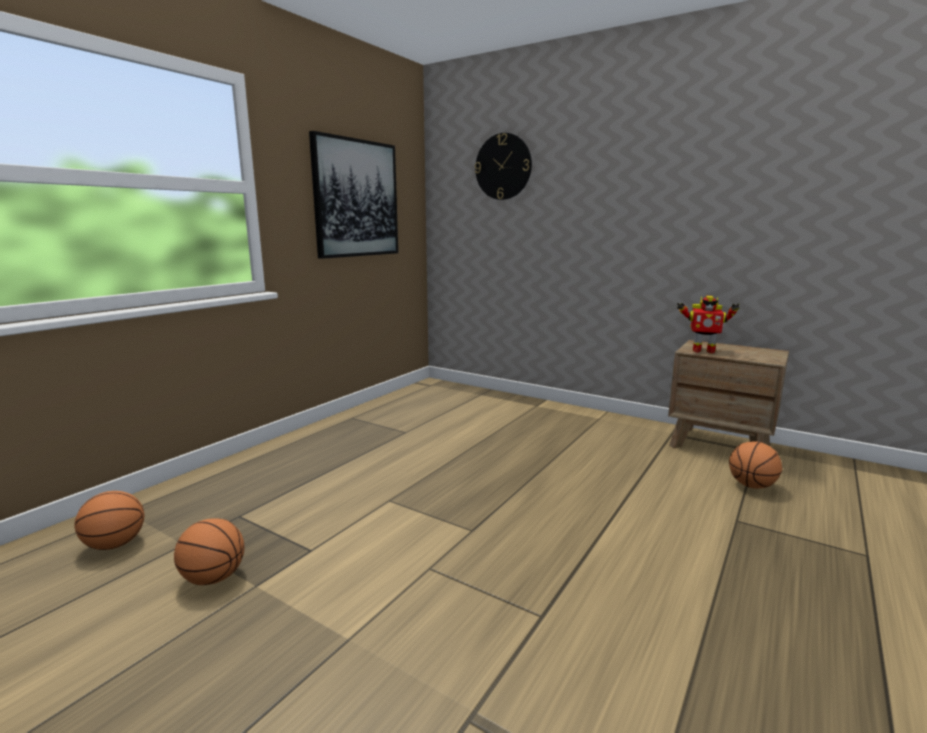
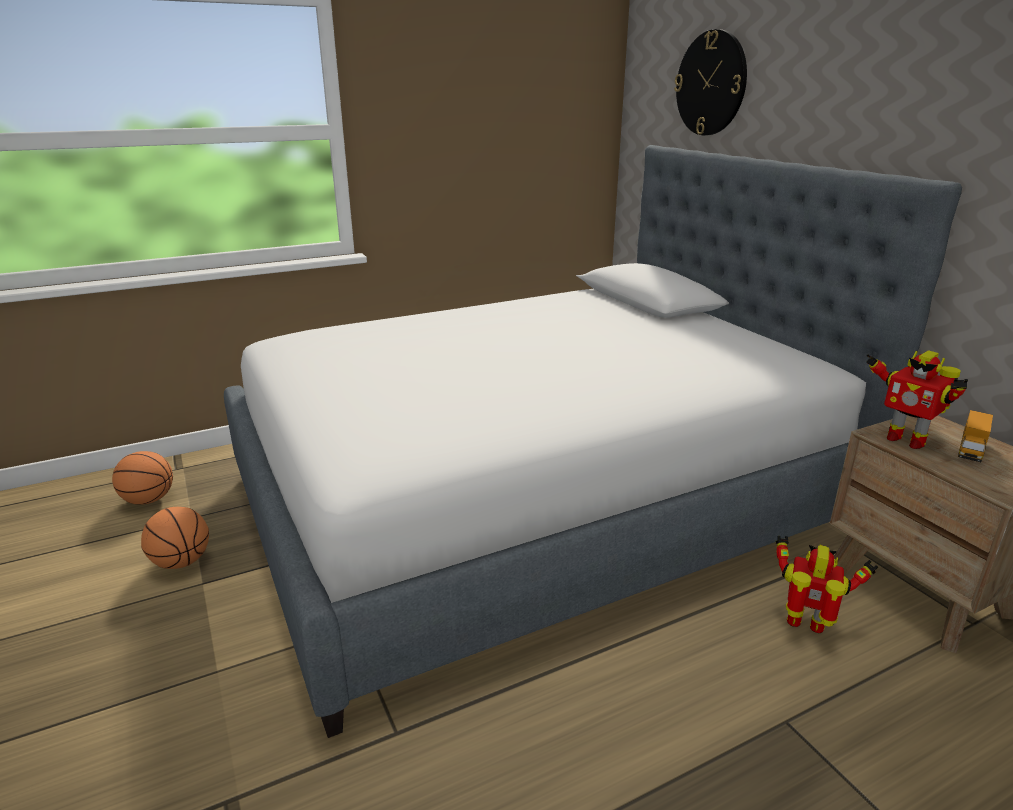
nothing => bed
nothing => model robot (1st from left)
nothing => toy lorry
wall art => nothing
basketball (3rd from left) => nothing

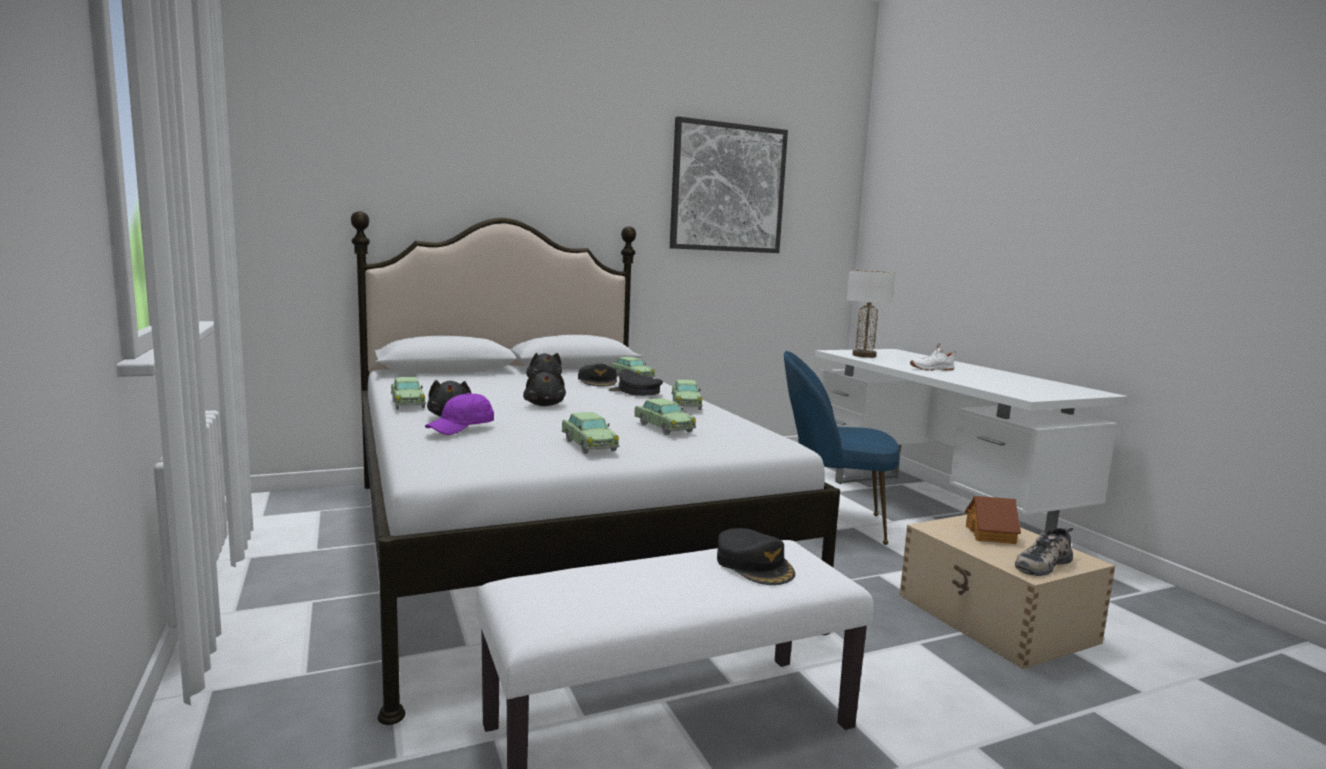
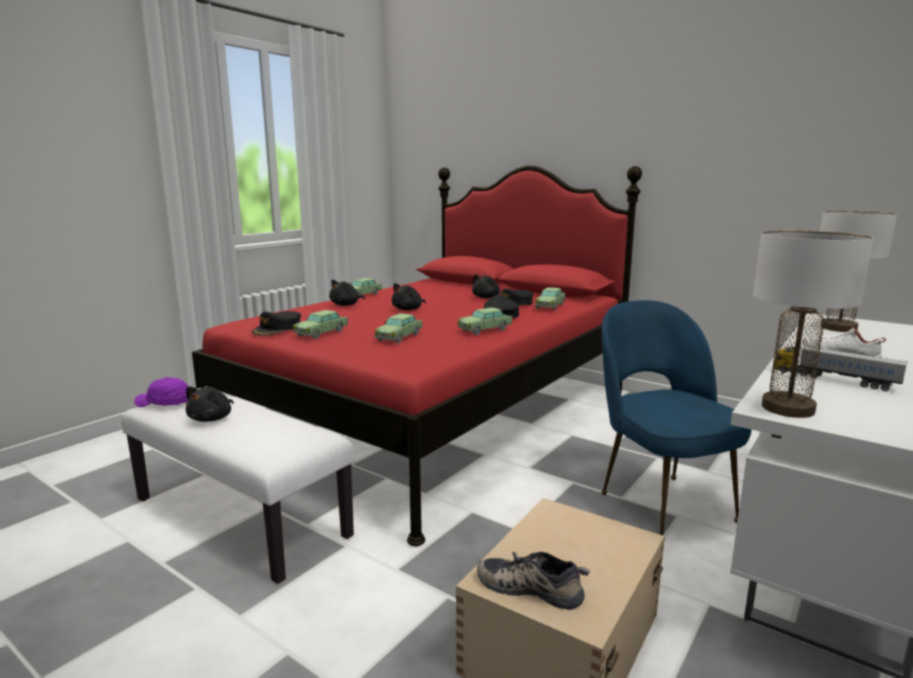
purplish baseball cap, move
nothing => black cuddly toy (1st from left)
white-coloured bed => red bed
black baseball cap (3rd from left in the first image) => black baseball cap (1st from left), move
nothing => lamp for a table (1st from left)
nothing => toy lorry
wall art => nothing
model house => nothing

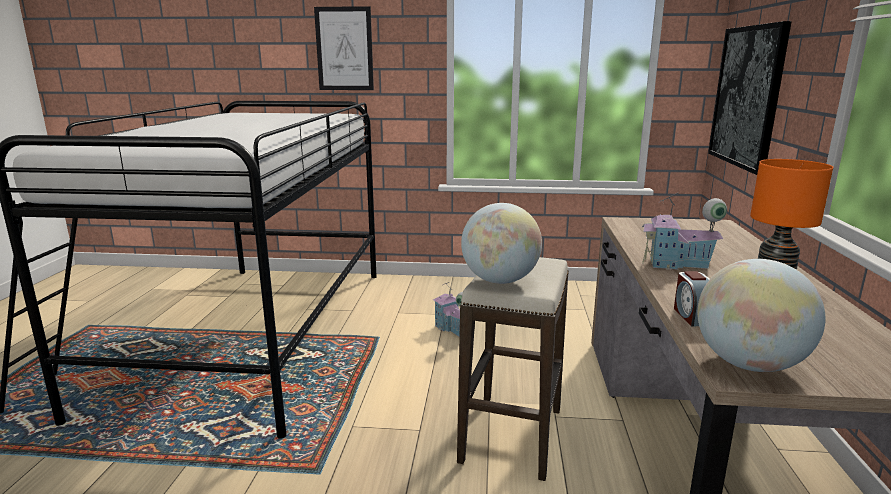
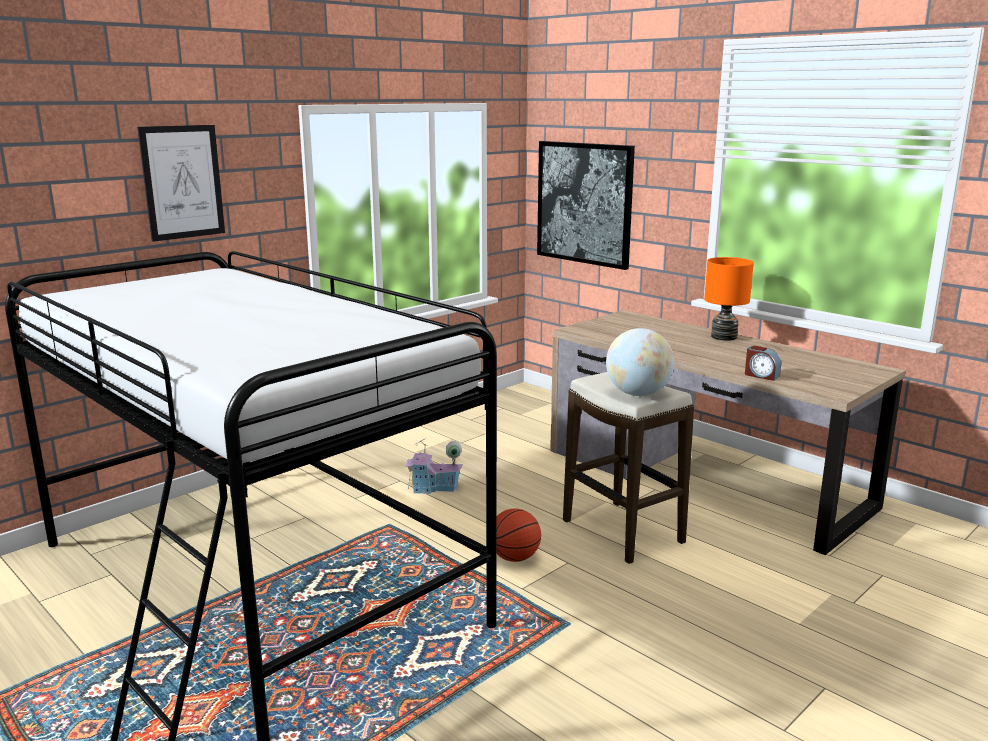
nothing => basketball
model house (2nd from left) => nothing
desk globe (2nd from left) => nothing

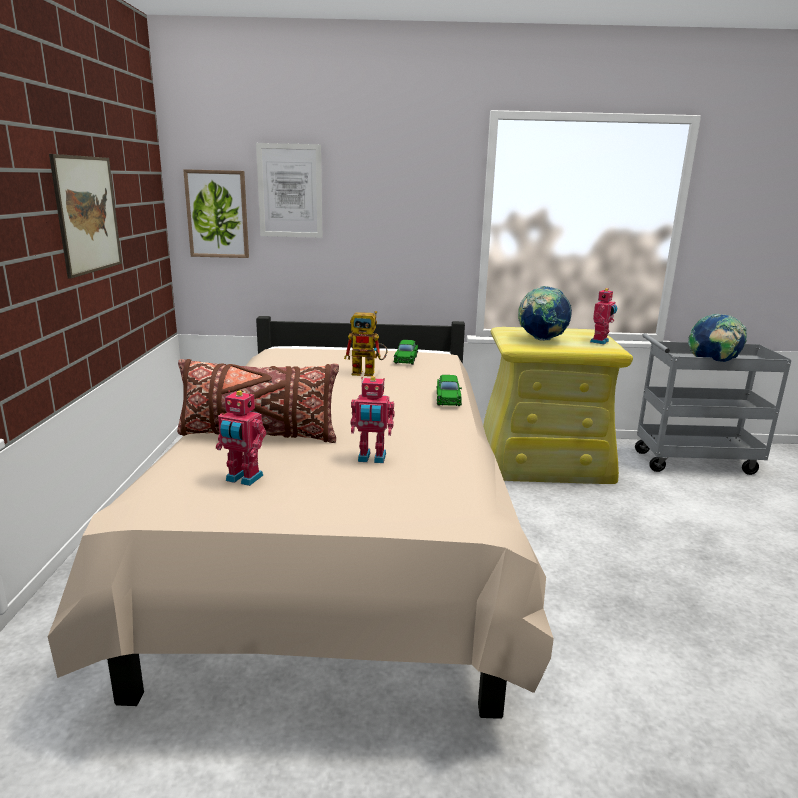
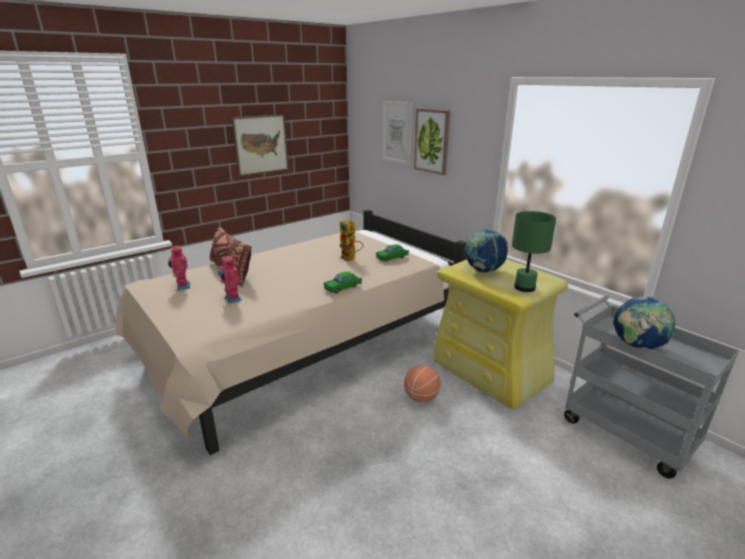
nothing => basketball
wall art (2nd from left in the first image) => wall art (3rd from left), move
model robot (4th from left) => green-coloured lamp for a table

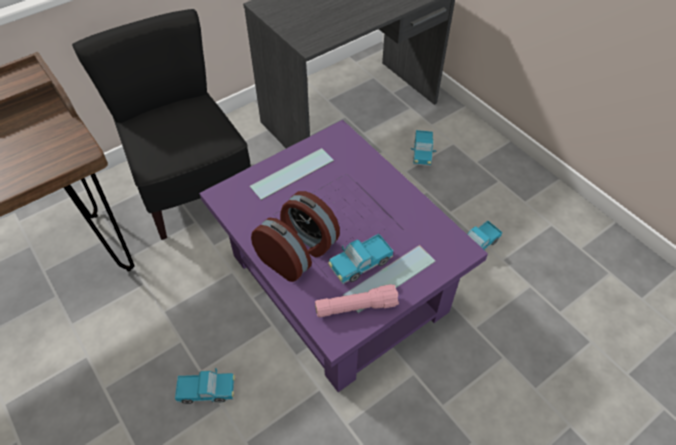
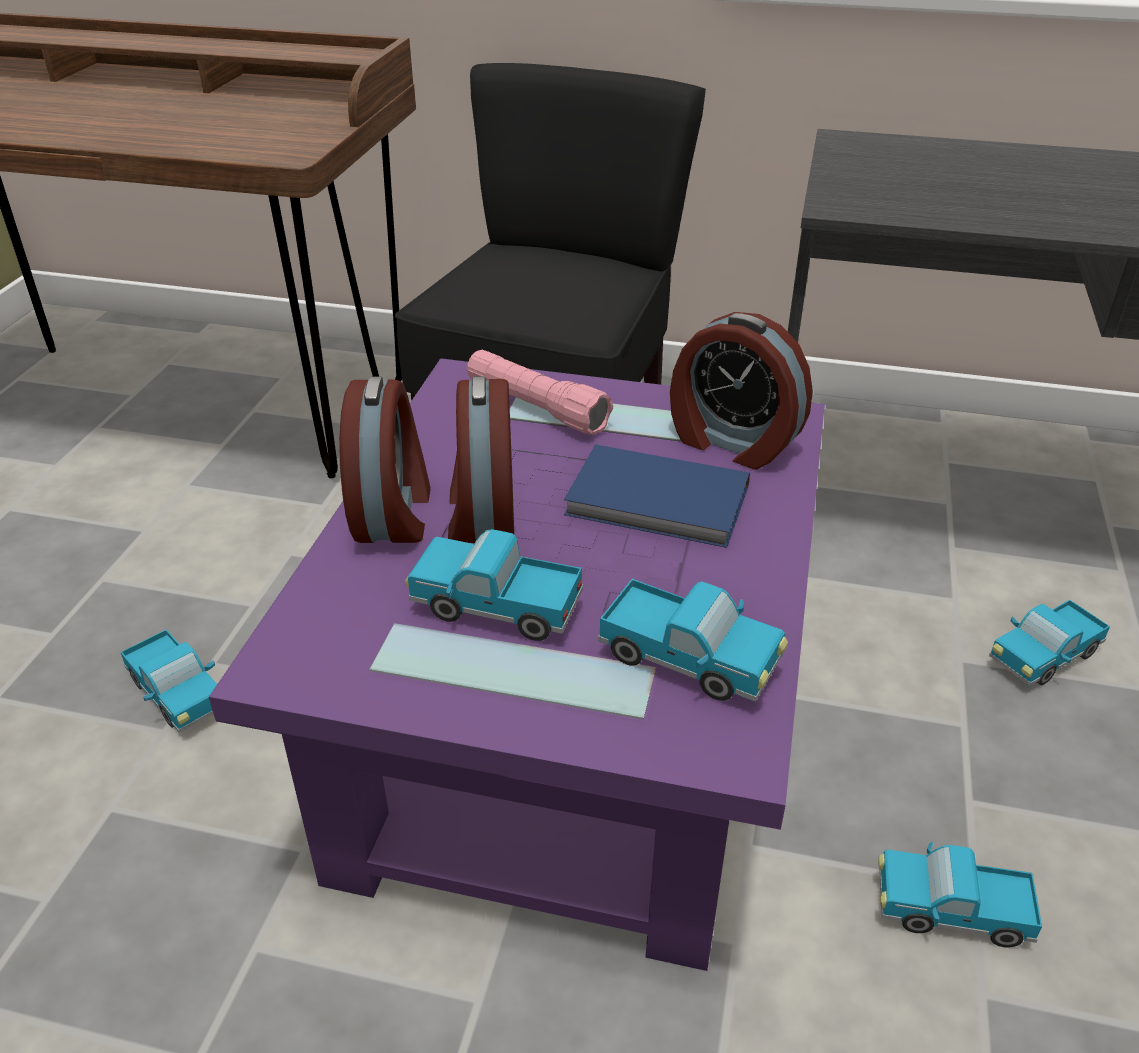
pink hand torch, move
nothing => blue volume
nothing => toy lorry (3rd from left)
nothing => bedside clock (3rd from left)

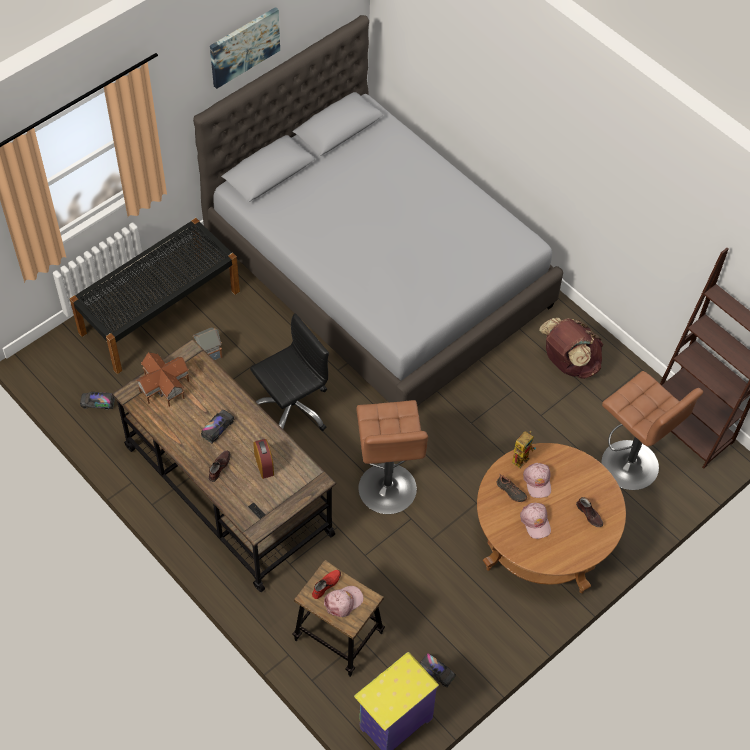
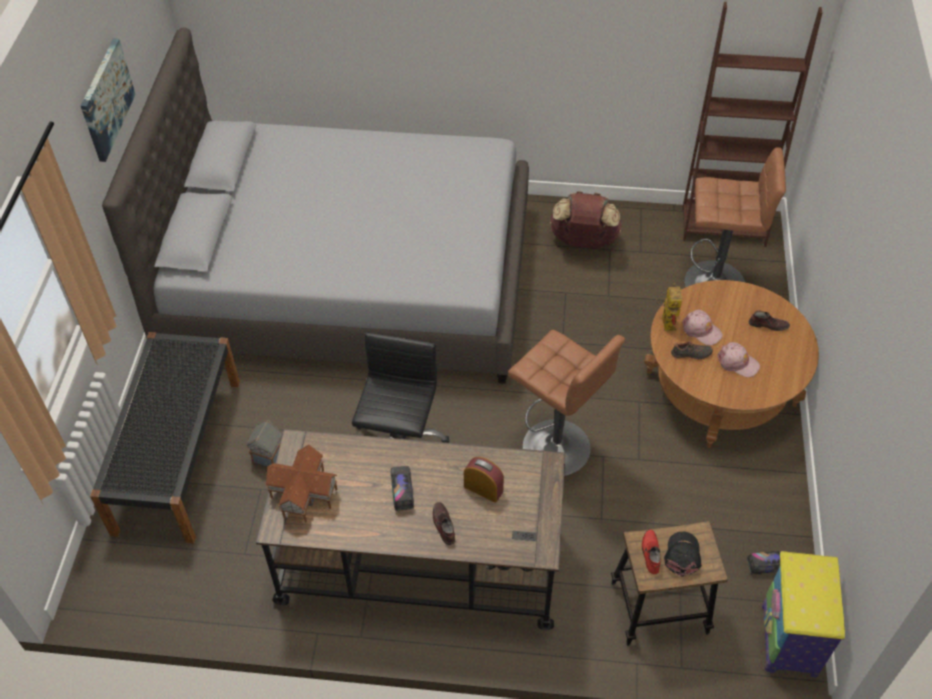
pink baseball cap (1st from left) => black baseball cap
toy lorry (1st from left) => nothing

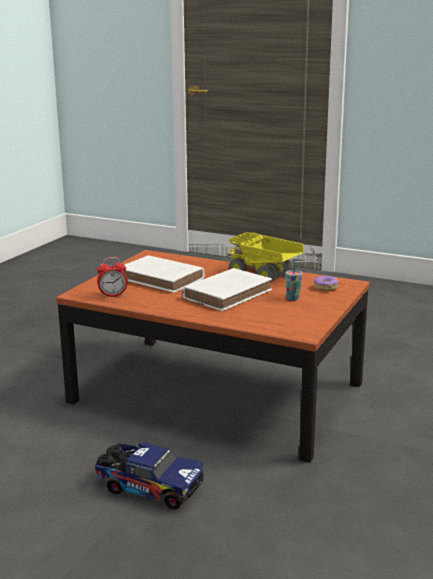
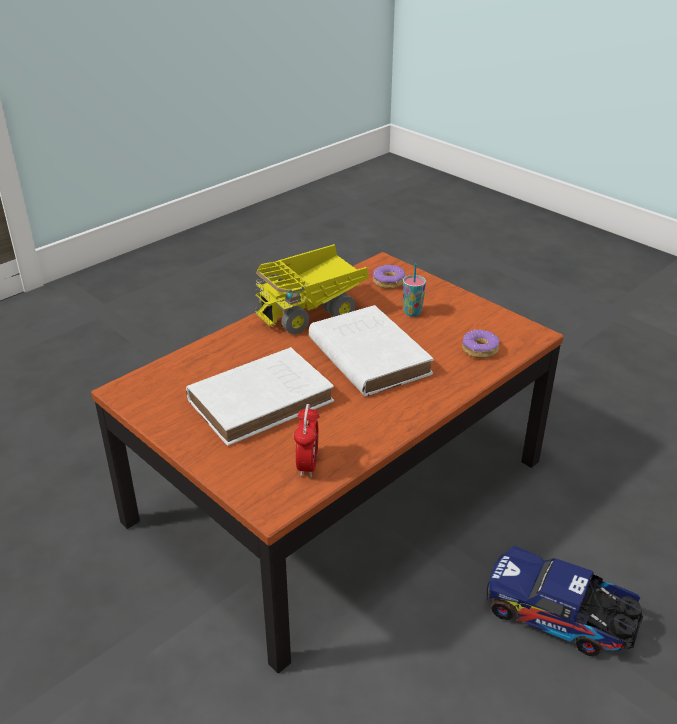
nothing => donut (2nd from left)
toy lorry (1st from left in the first image) => toy lorry (2nd from left), 105 degrees counterclockwise

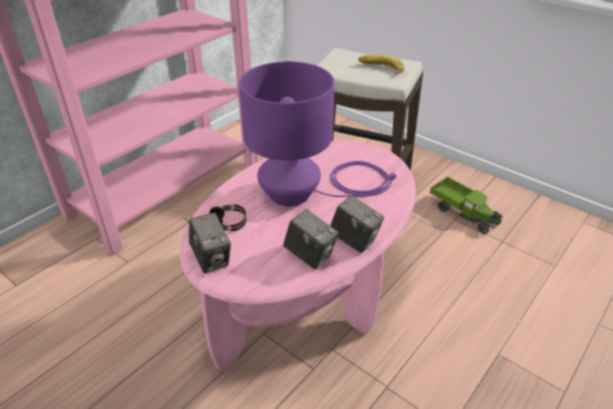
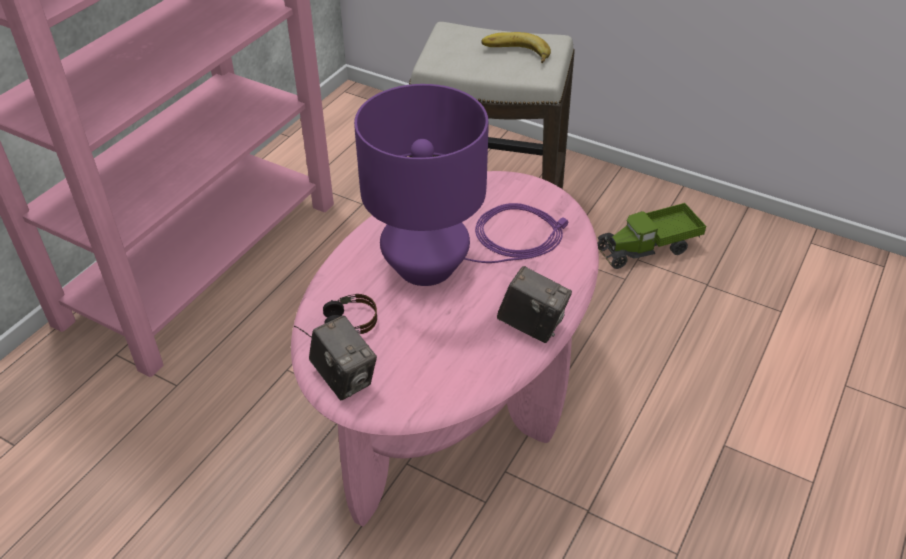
toy lorry, 120 degrees clockwise
still camera (2nd from left) => nothing

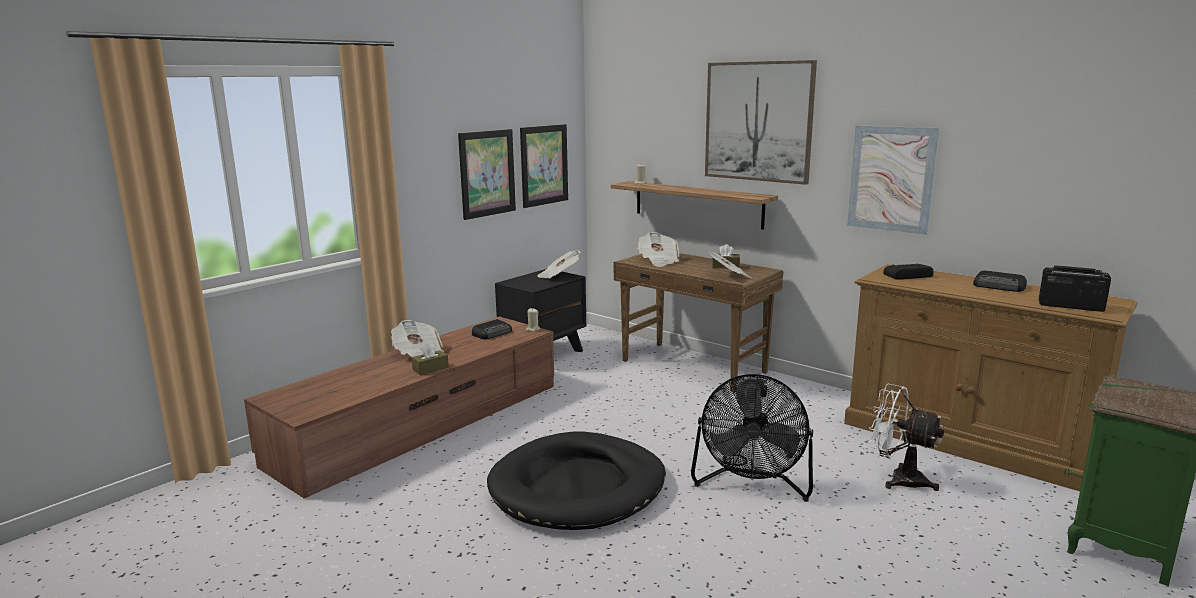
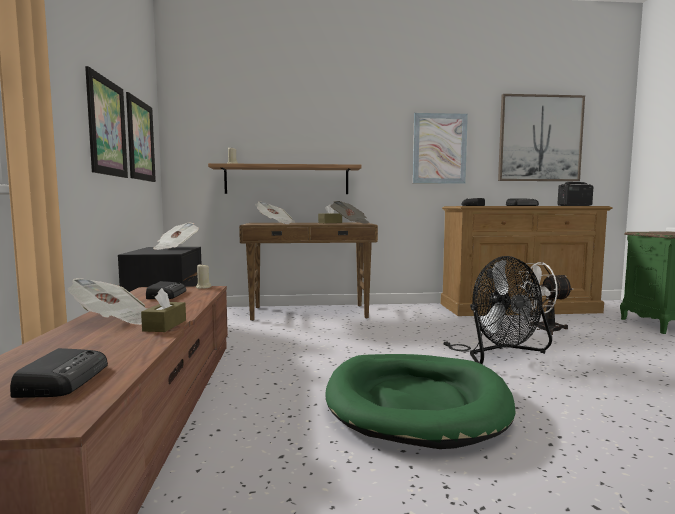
nothing => radio (1st from left)
black dog bed => green-coloured dog bed
wall art (3rd from left in the first image) => wall art (4th from left), move

